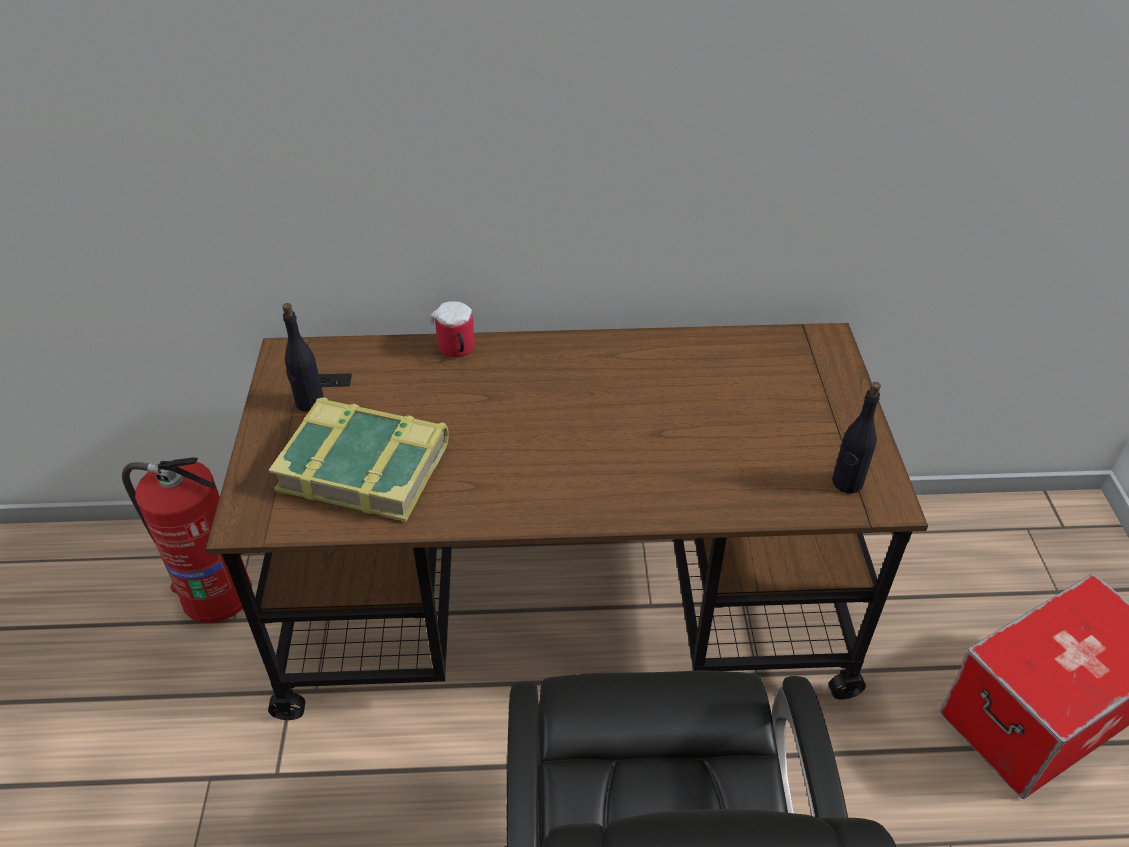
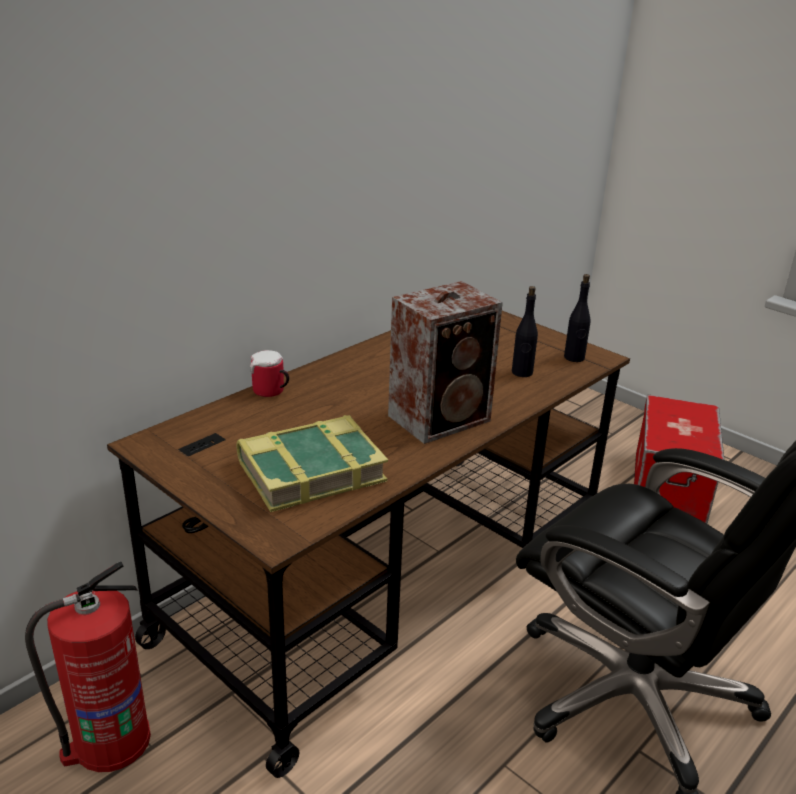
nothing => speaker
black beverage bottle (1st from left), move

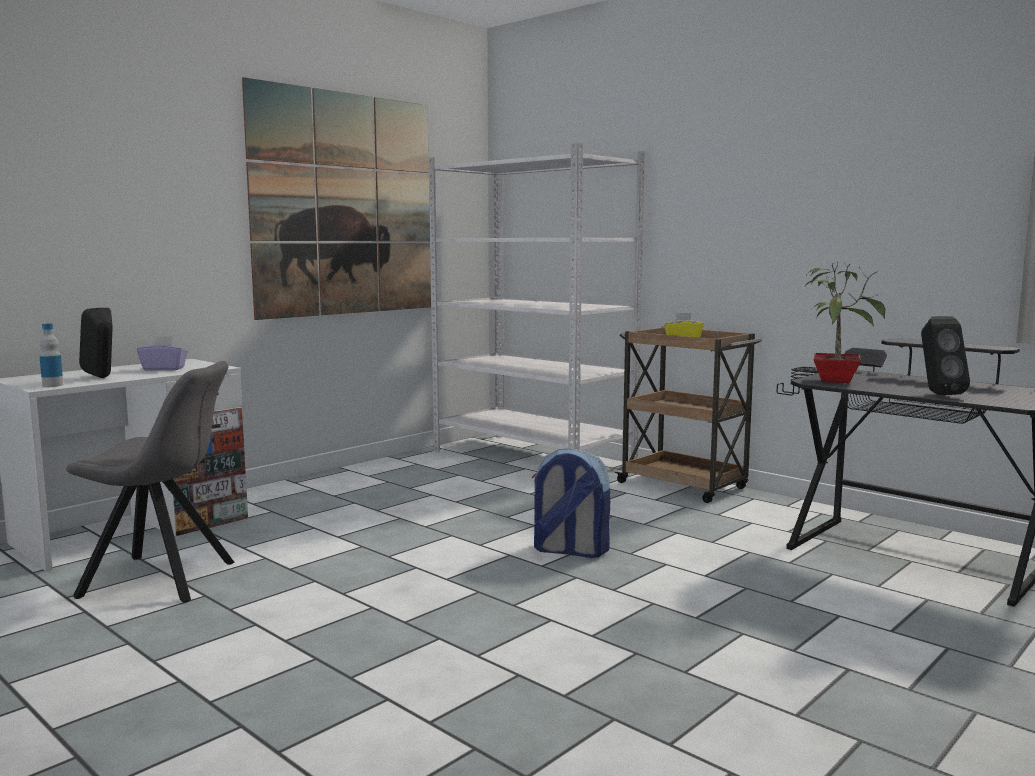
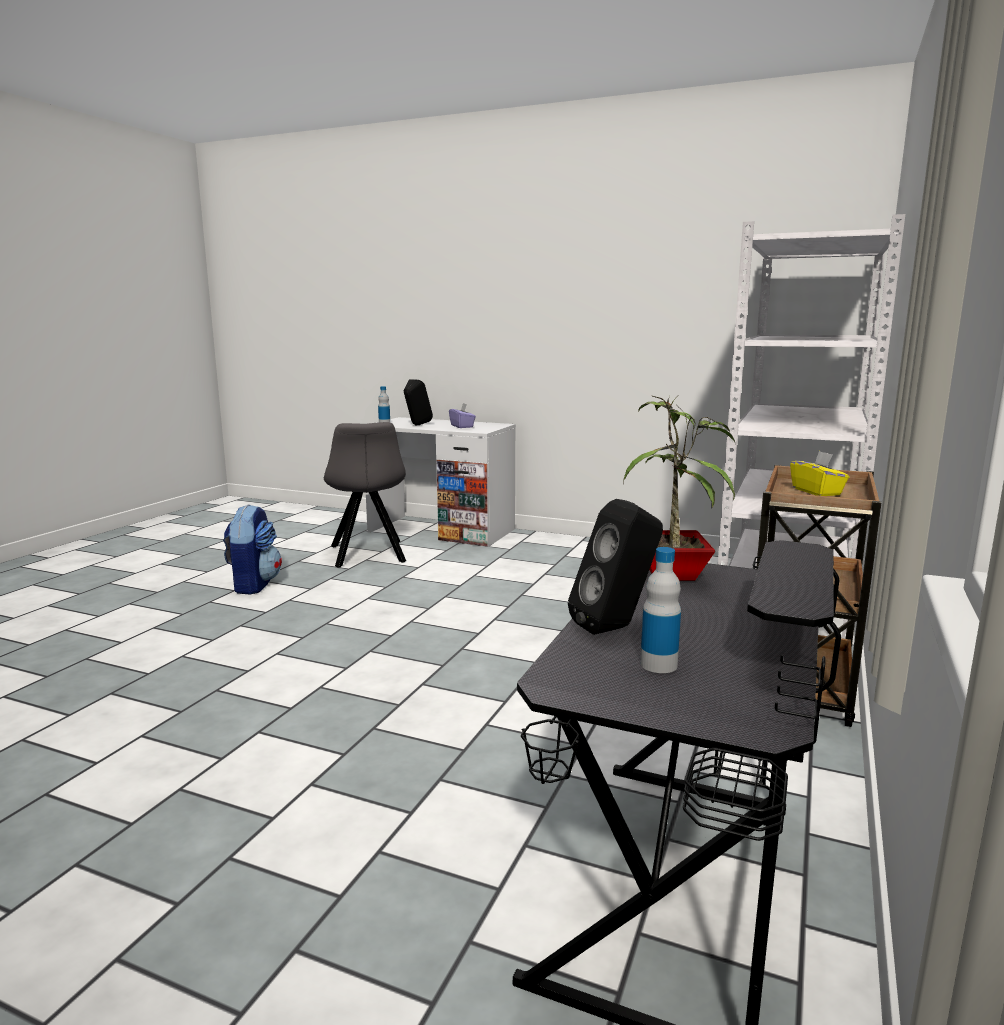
backpack, move
nothing => beverage bottle (2nd from left)
wall art => nothing

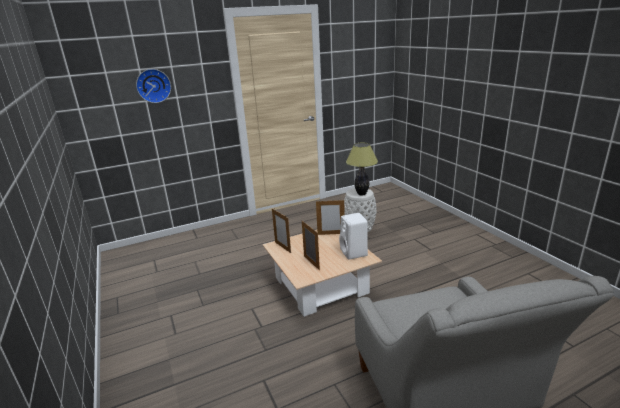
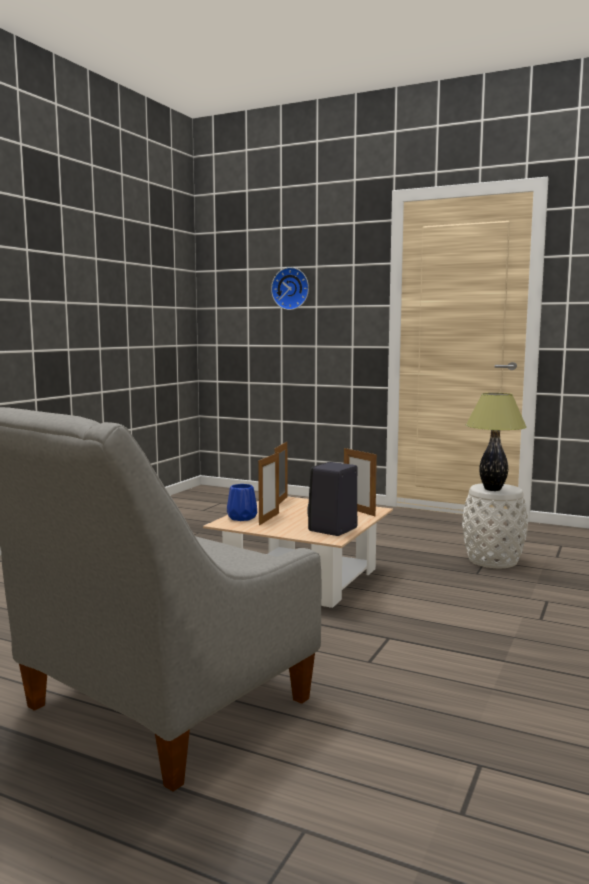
nothing => blue flower vase
white-coloured speaker => black speaker

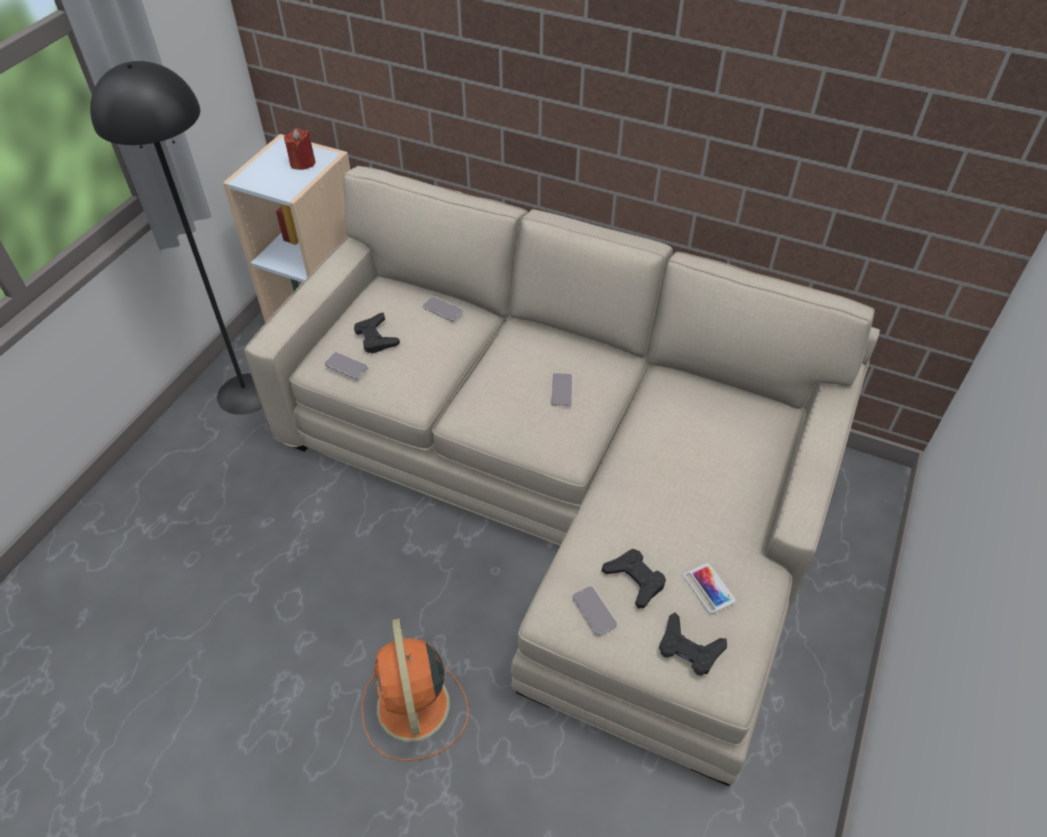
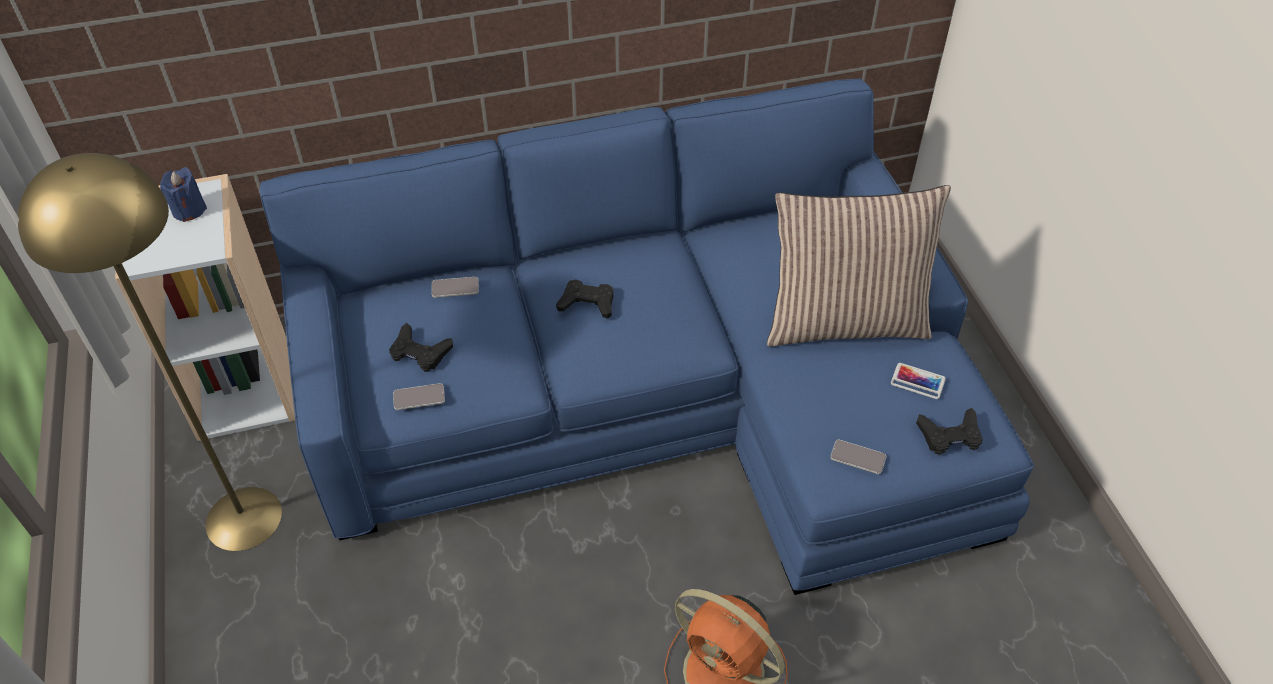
black floor lamp => yellow-coloured floor lamp
red candle => blue candle
beige couch => blue couch
black game controller (2nd from left), move
nothing => throw pillow
phone (3rd from left) => nothing

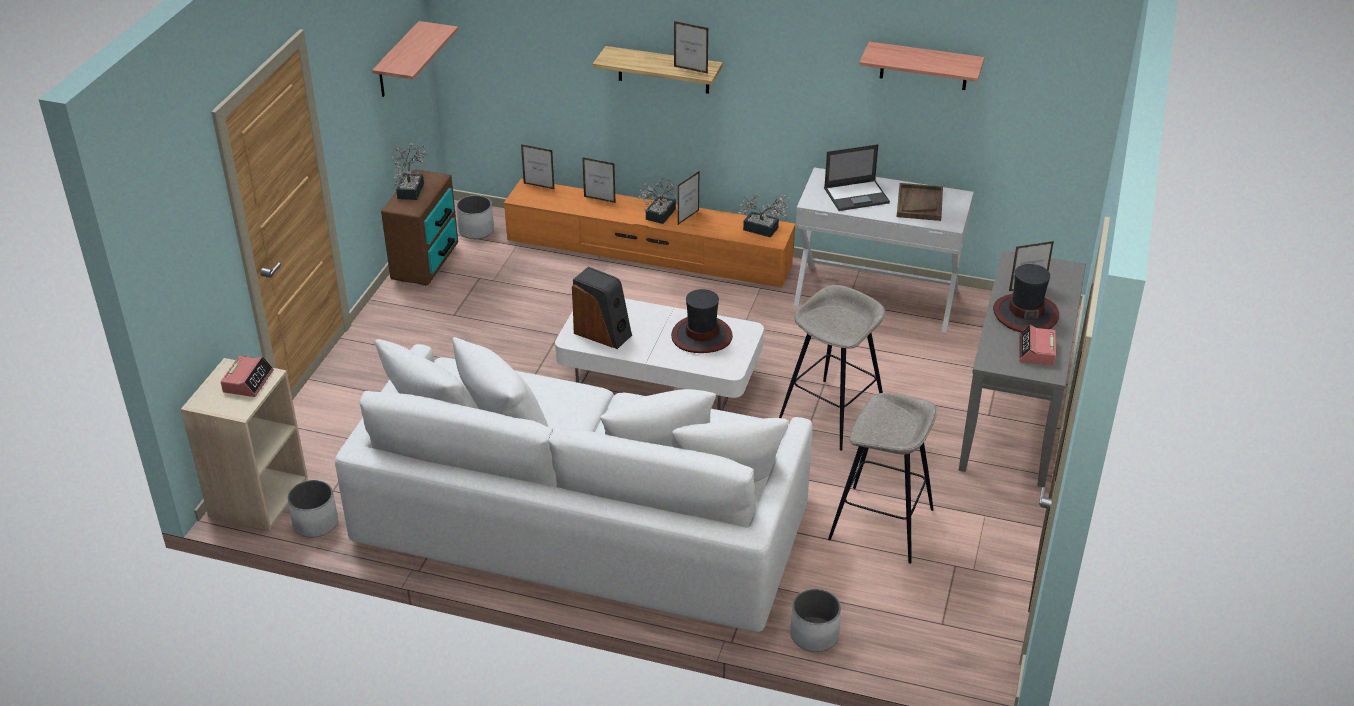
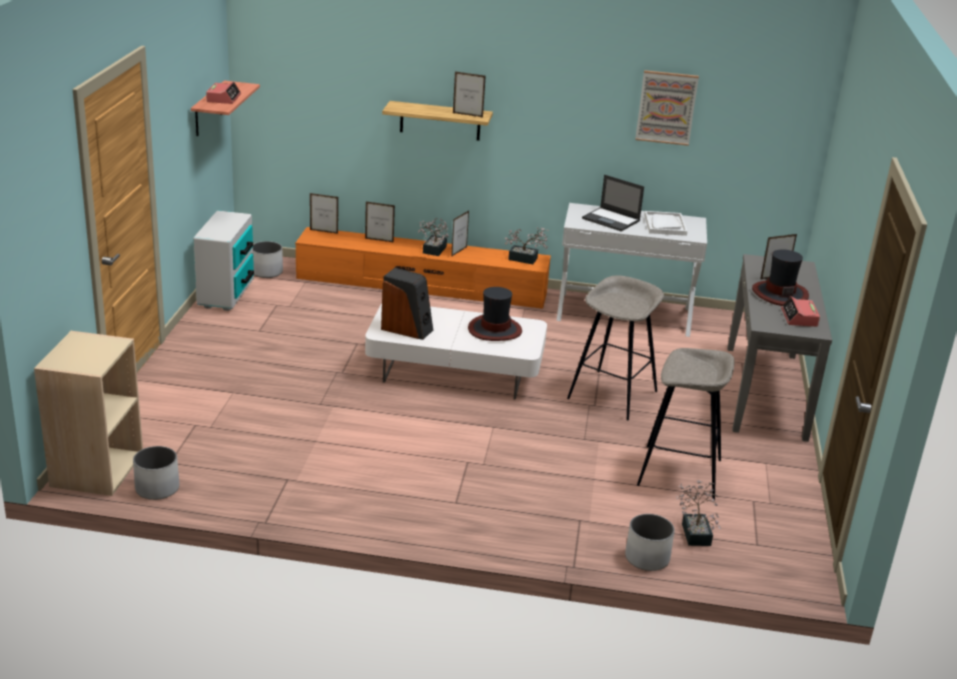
brown night table => white-coloured night table
bedside clock (1st from left), move
laptop, 60 degrees clockwise
wall shelf (3rd from left) => wall art
brown serving tray => white-coloured serving tray
houseplant (1st from left in the first image) => houseplant (3rd from left), move
white-coloured couch => nothing

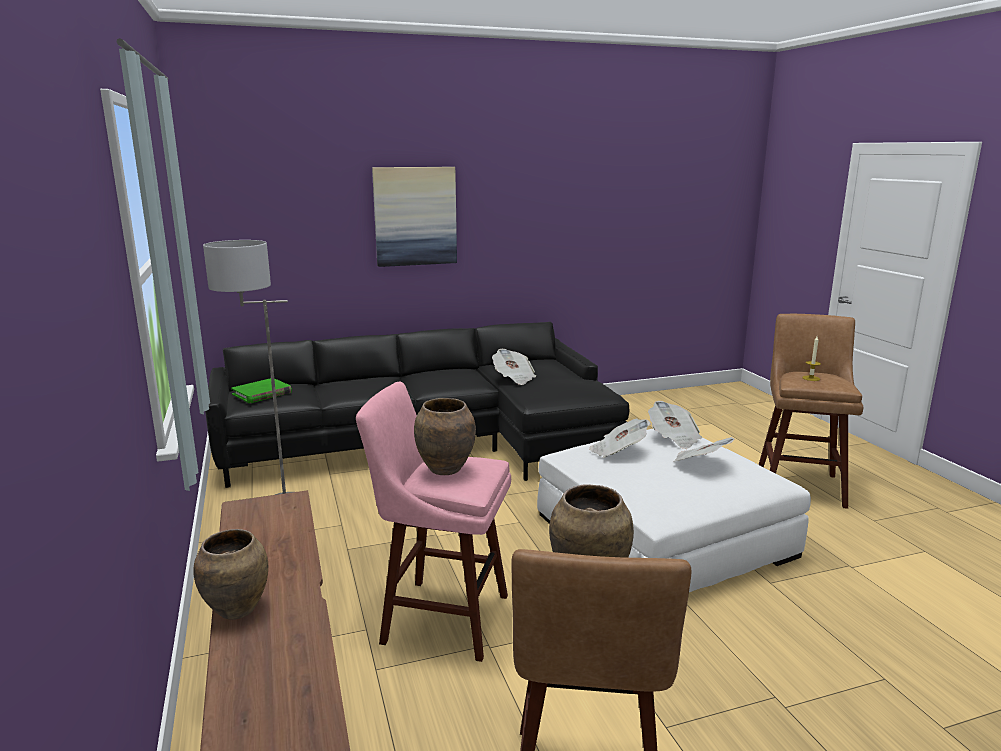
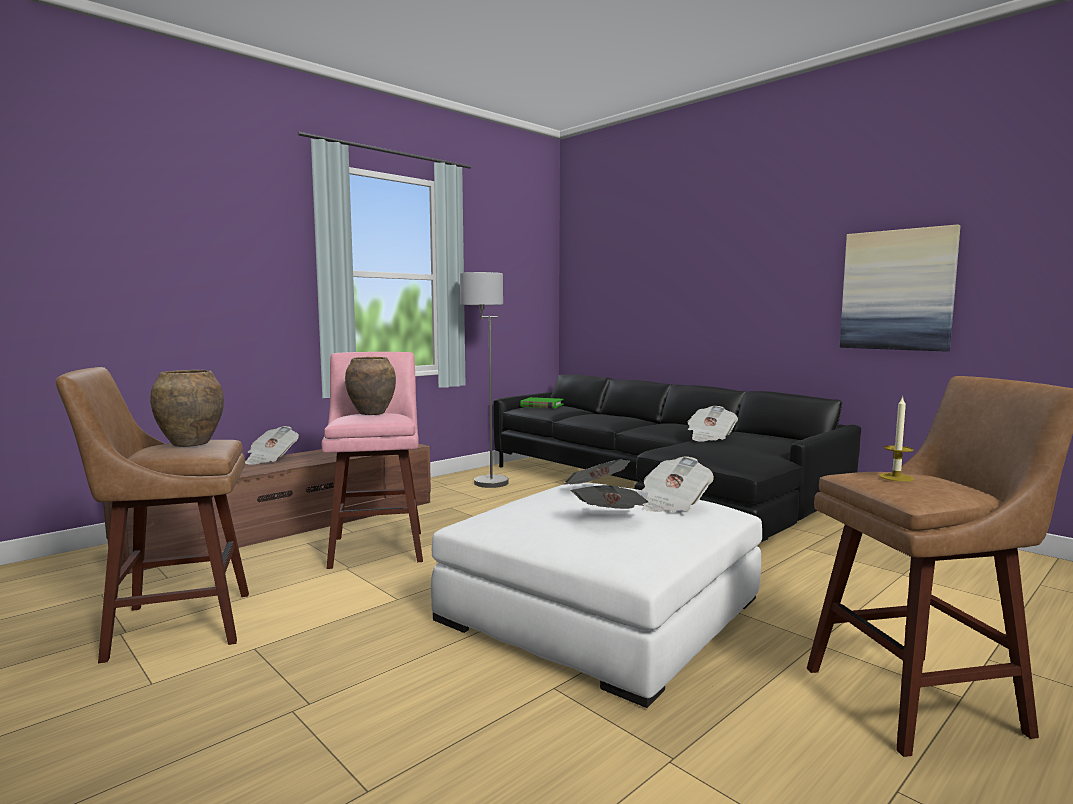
brown flower vase (1st from left) => printed paper (1st from left)
wall art, move

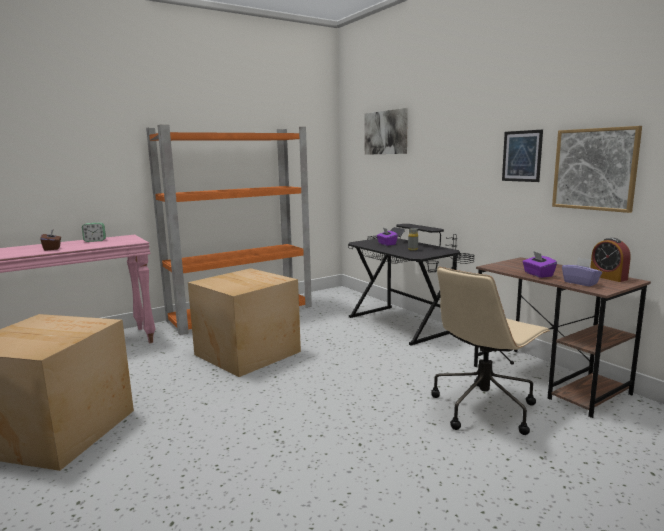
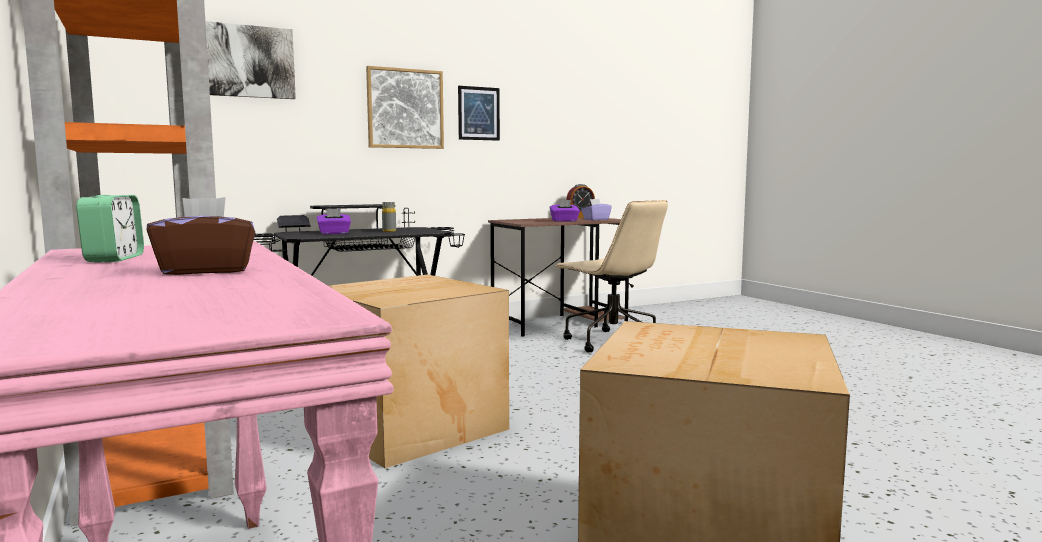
wall art (3rd from left in the first image) => wall art (2nd from left), move

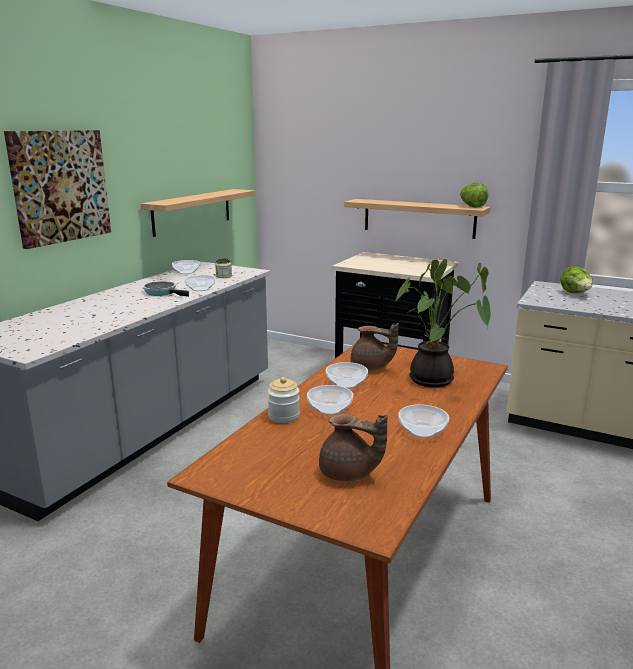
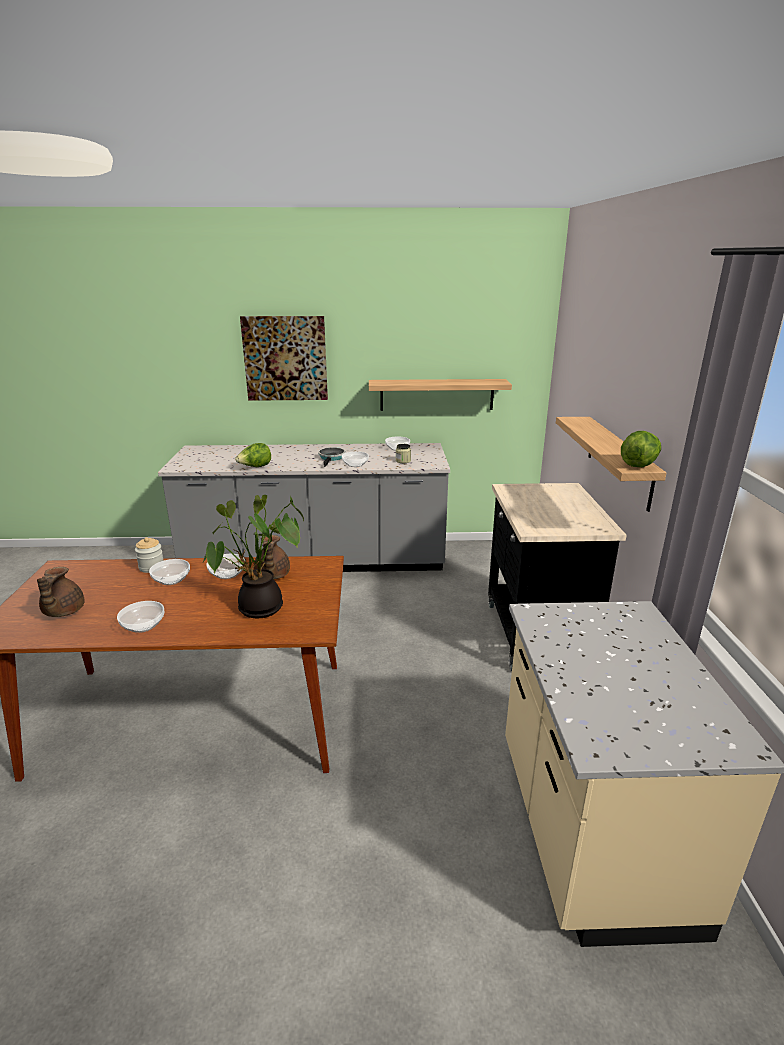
lettuce (2nd from left in the first image) => lettuce (1st from left), move

